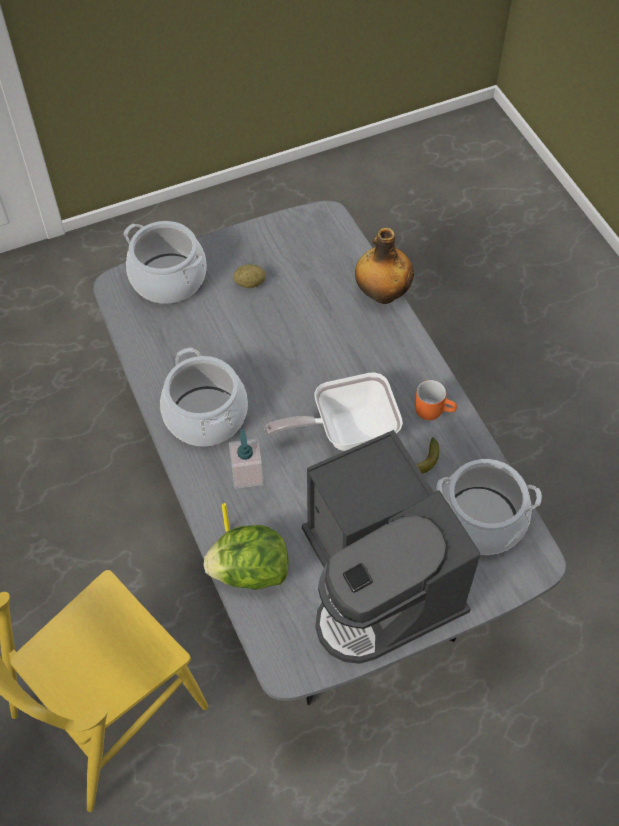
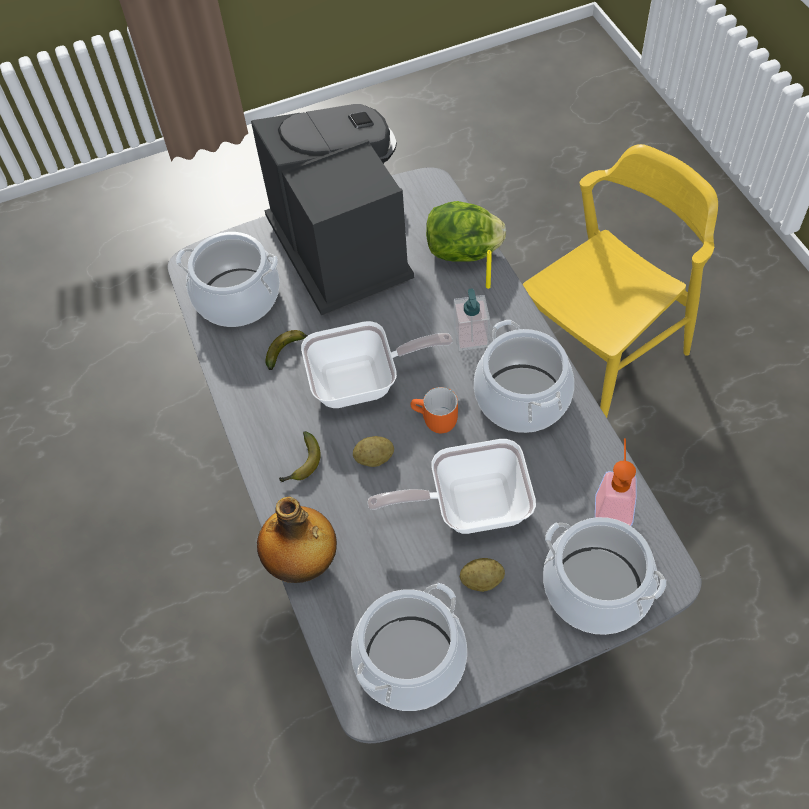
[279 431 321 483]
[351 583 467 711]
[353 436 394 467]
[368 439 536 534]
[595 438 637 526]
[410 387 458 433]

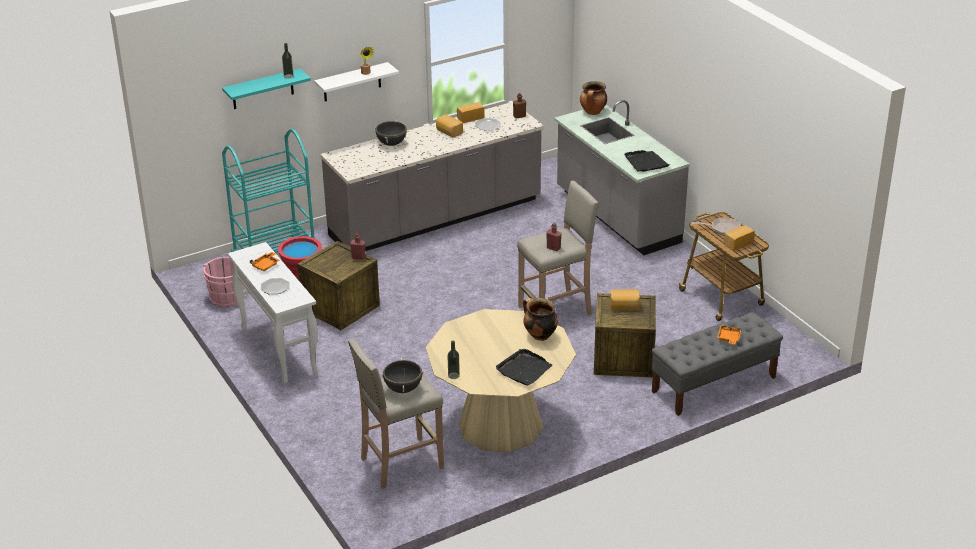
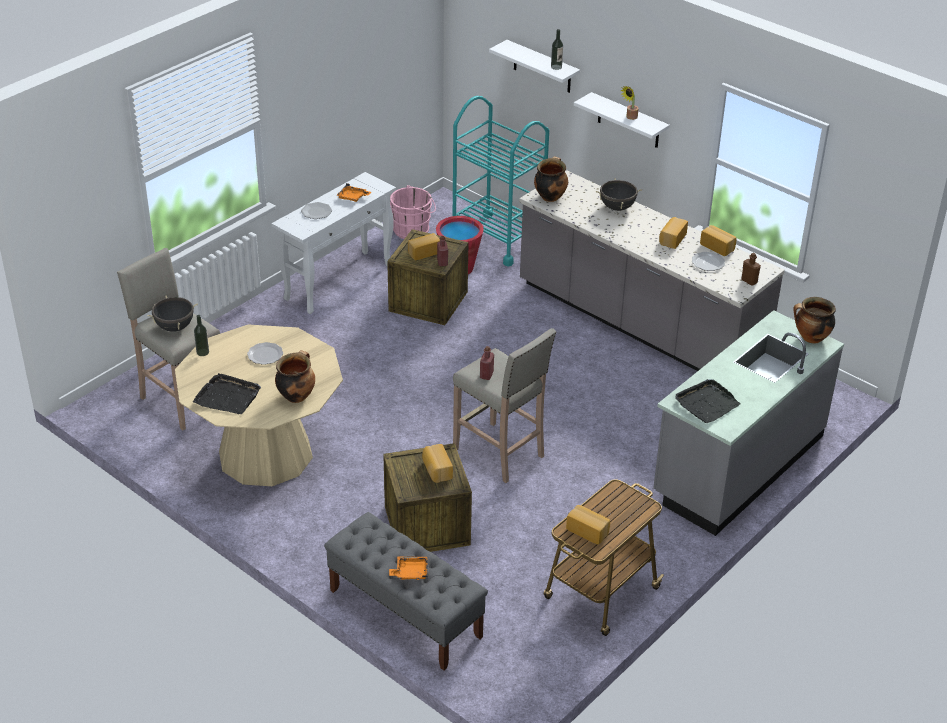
[692 218 741 235] (first image)
[247 342 283 365]
[408 233 440 260]
[534 156 568 202]
[489 40 580 93]

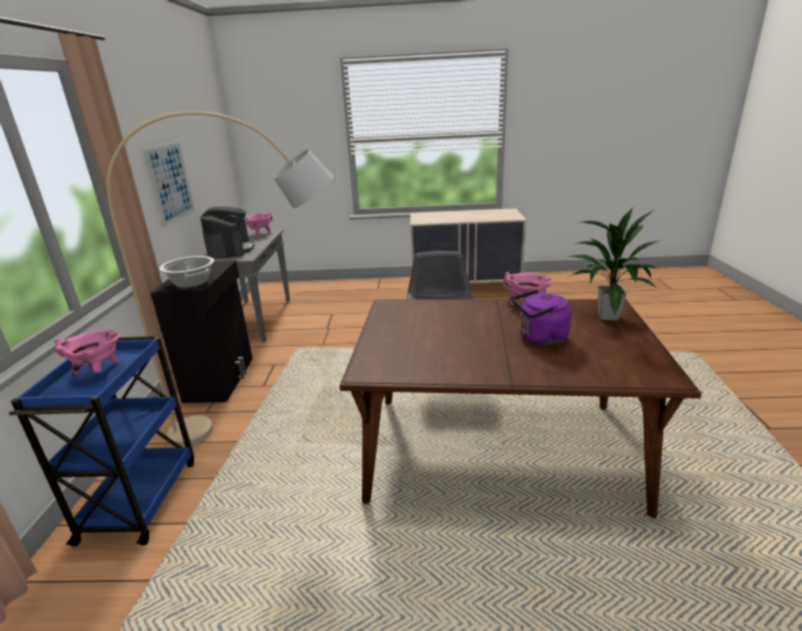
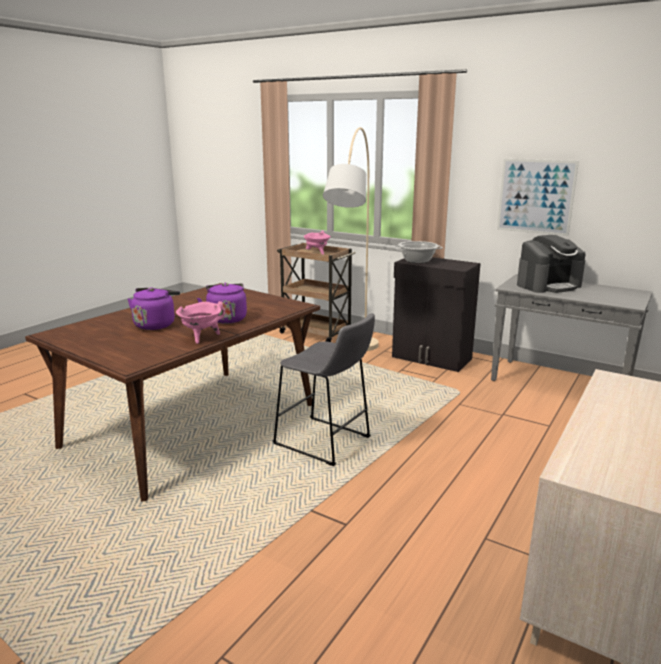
[245 212 273 237] (first image)
[569 207 660 321] (first image)
[197 282 247 324]
[277 243 355 342]
[517 235 586 293]

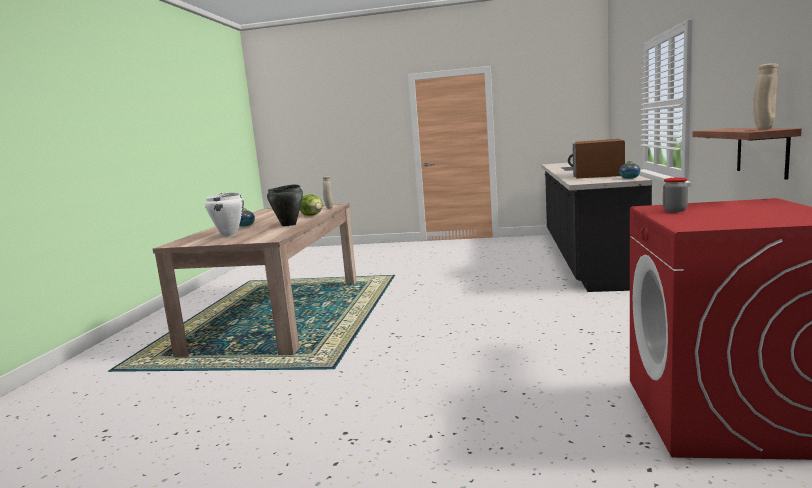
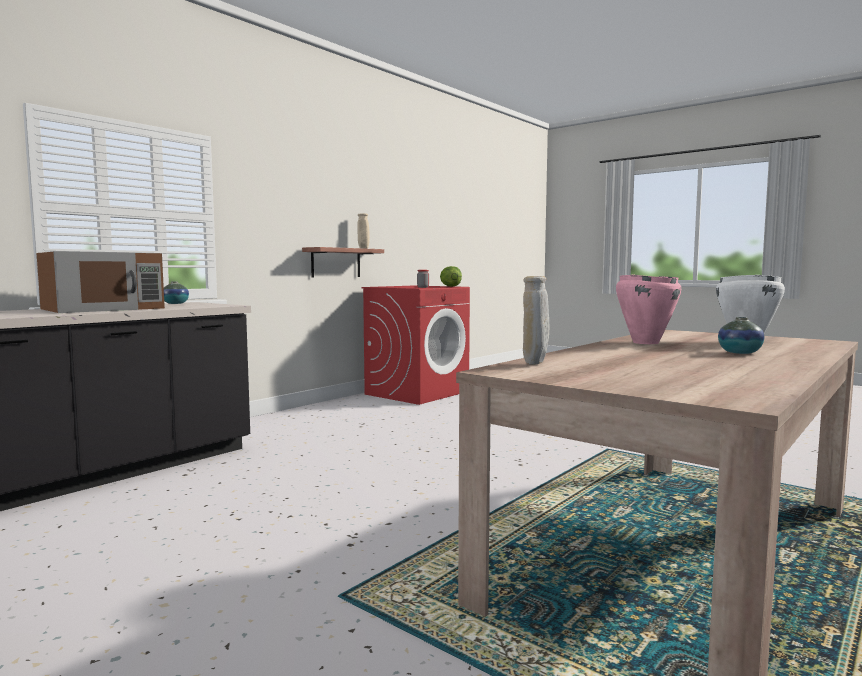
[440 266 462 287]
[616 275 681 344]

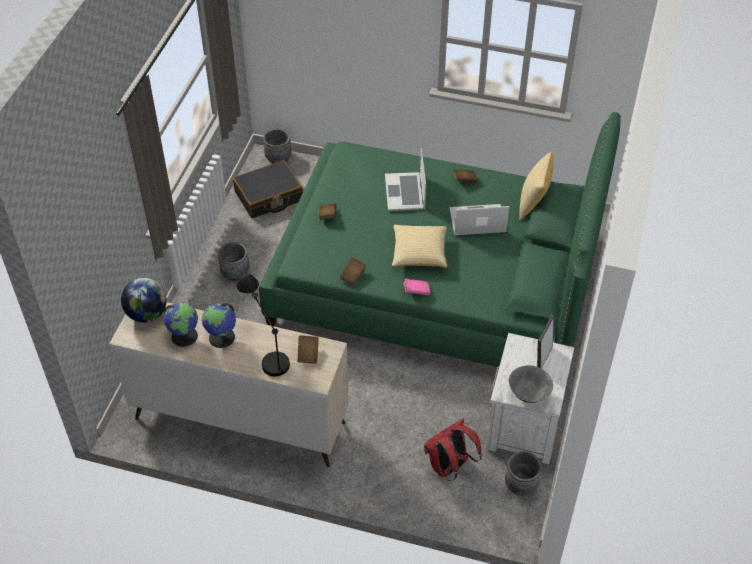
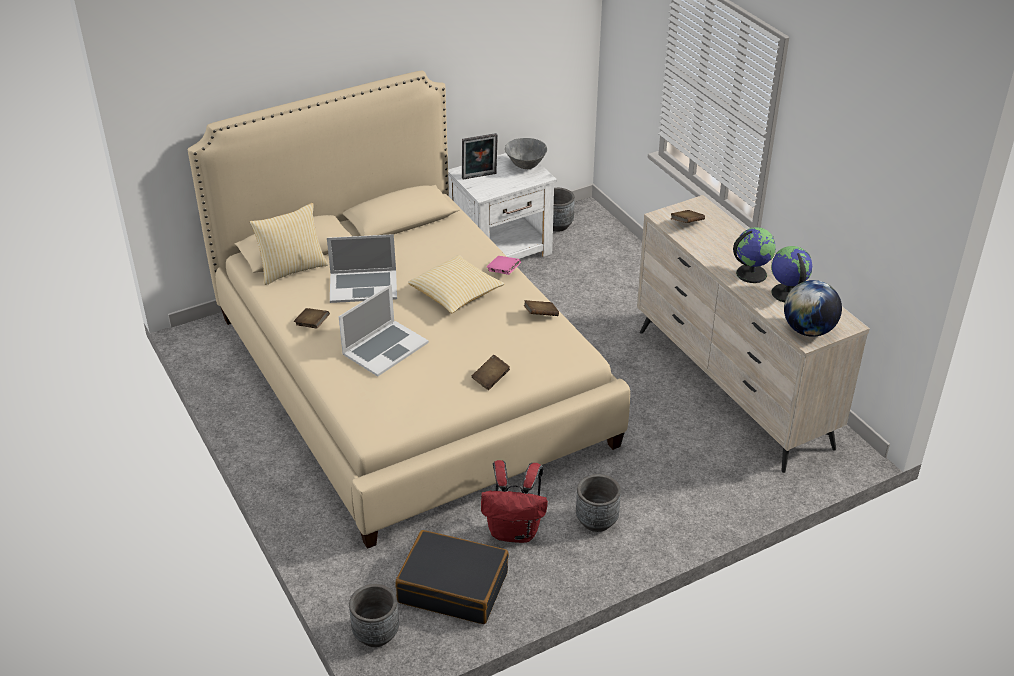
[236 274 290 377] (first image)
[481 460 548 543]
[188 71 630 549]
[327 234 397 303]

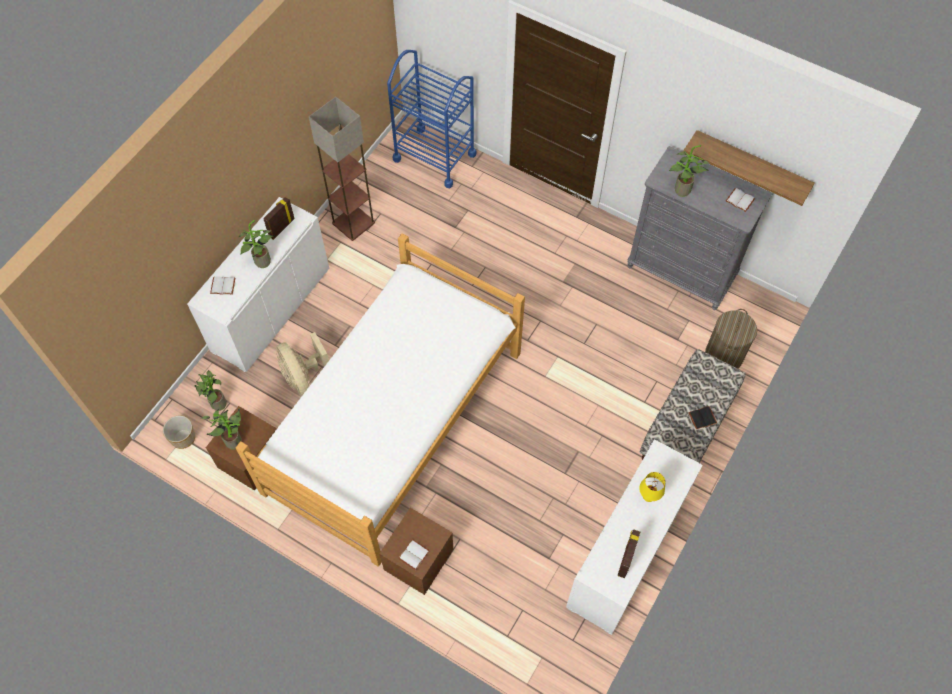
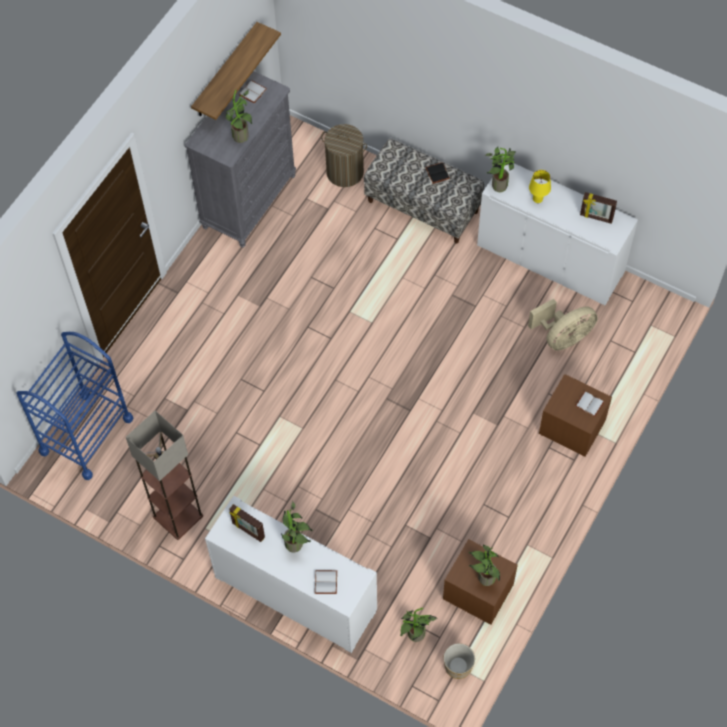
[236 234 525 567] (first image)
[485 146 516 192]
[528 299 598 350]

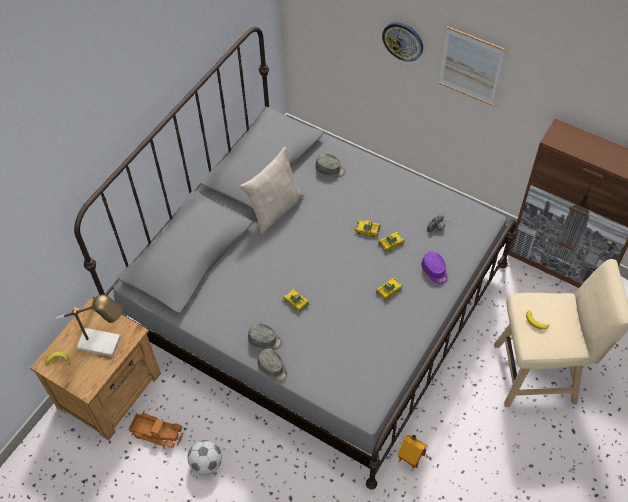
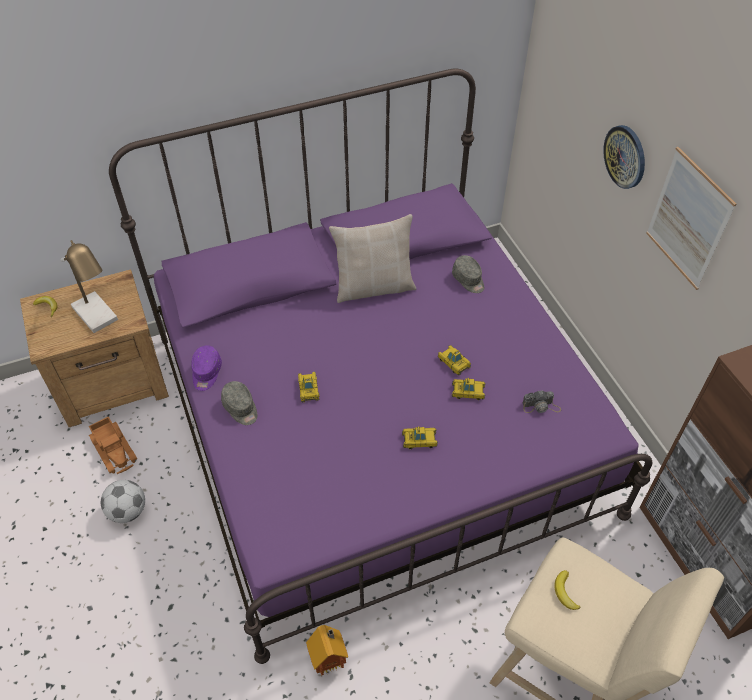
[258 348 287 382] (first image)
[191 345 222 391]
[109 69 653 664]

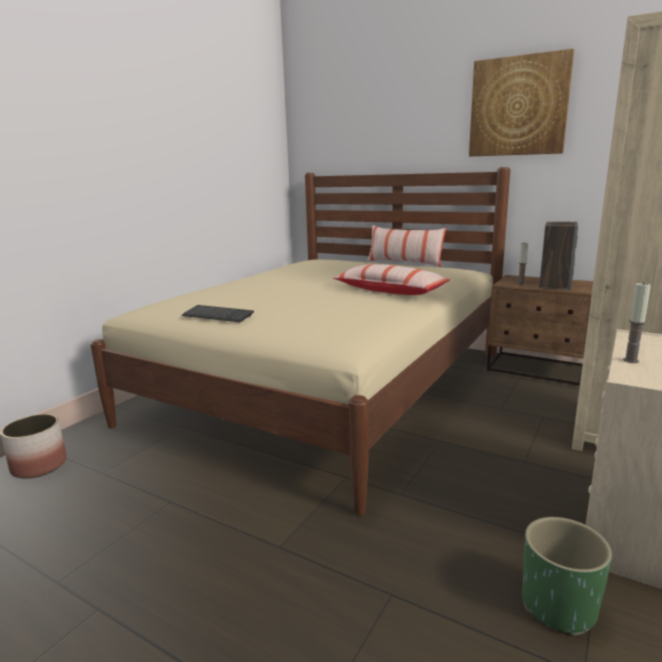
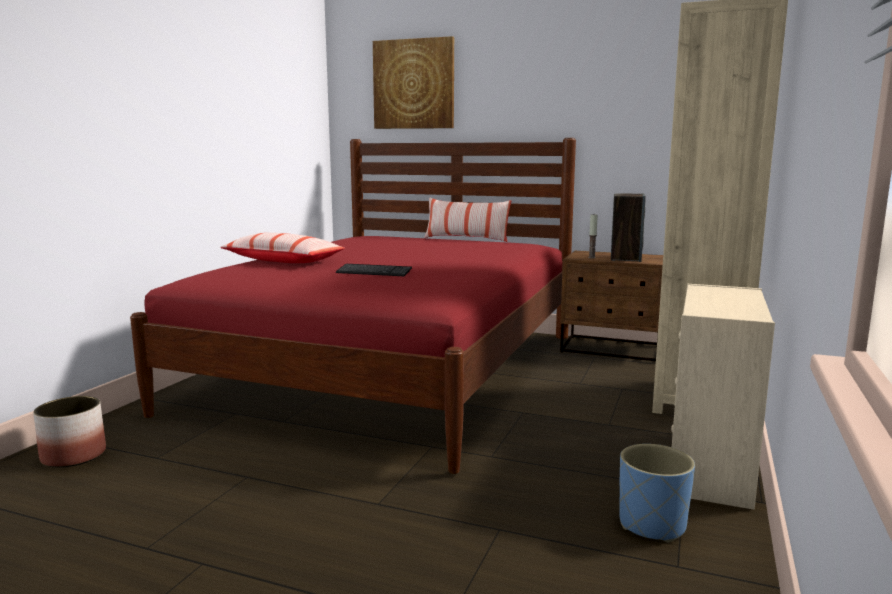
[623 282 651 363] (first image)
[336 264 412 276]
[220 233 345 263]
[373 36 454 129]
[130 138 576 474]
[619 444 695 543]

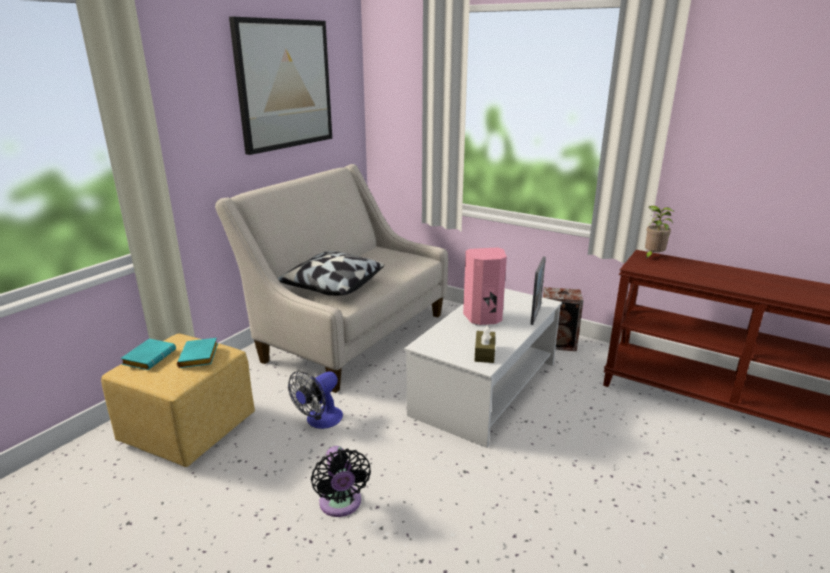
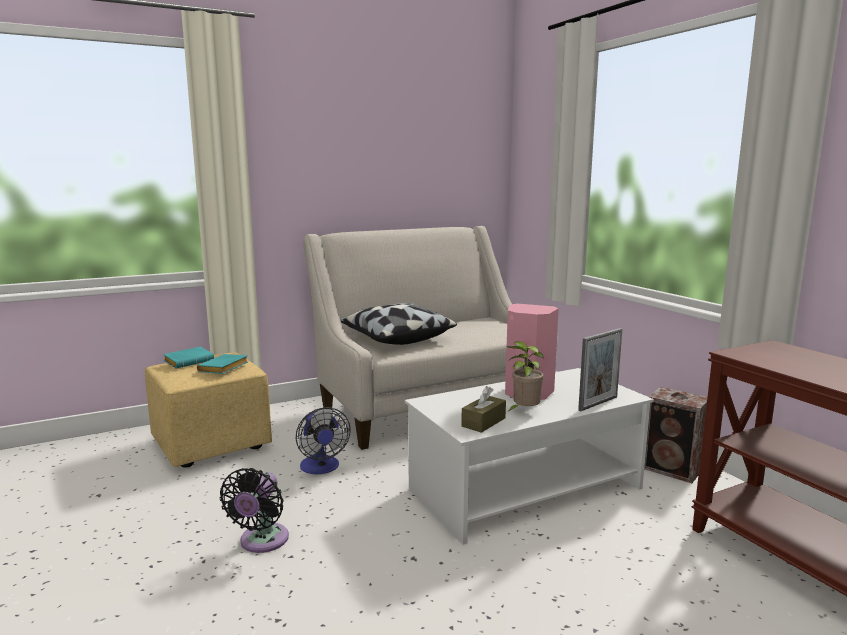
[229 17 332 155] (first image)
[506 341 544 413]
[296 407 351 475]

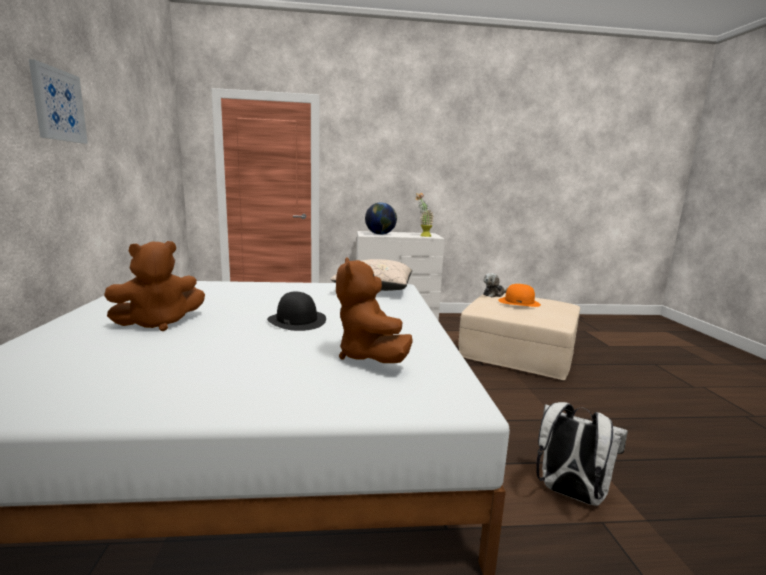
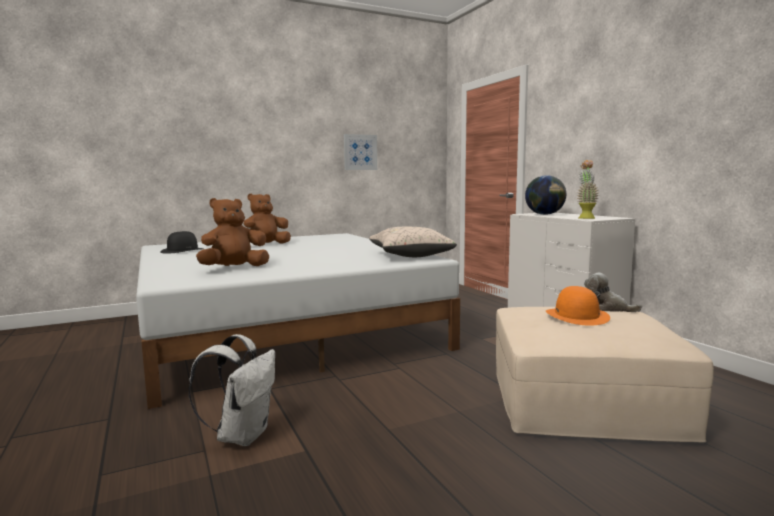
[344 134 377 170]
[160 231 204 254]
[244 194 291 244]

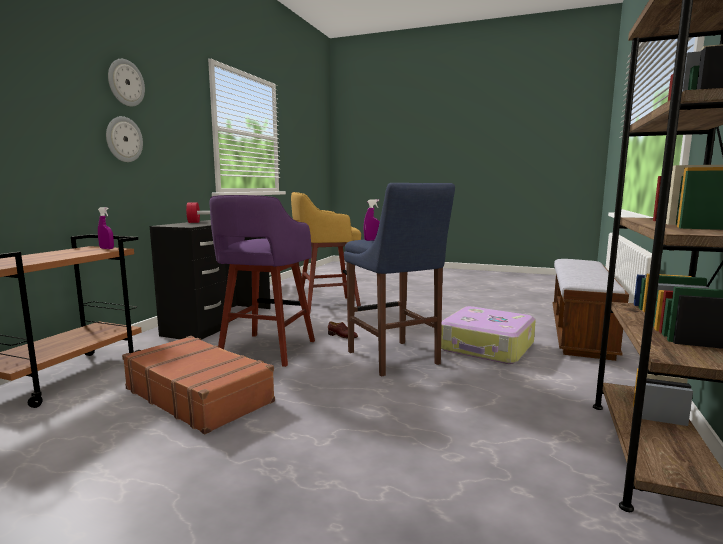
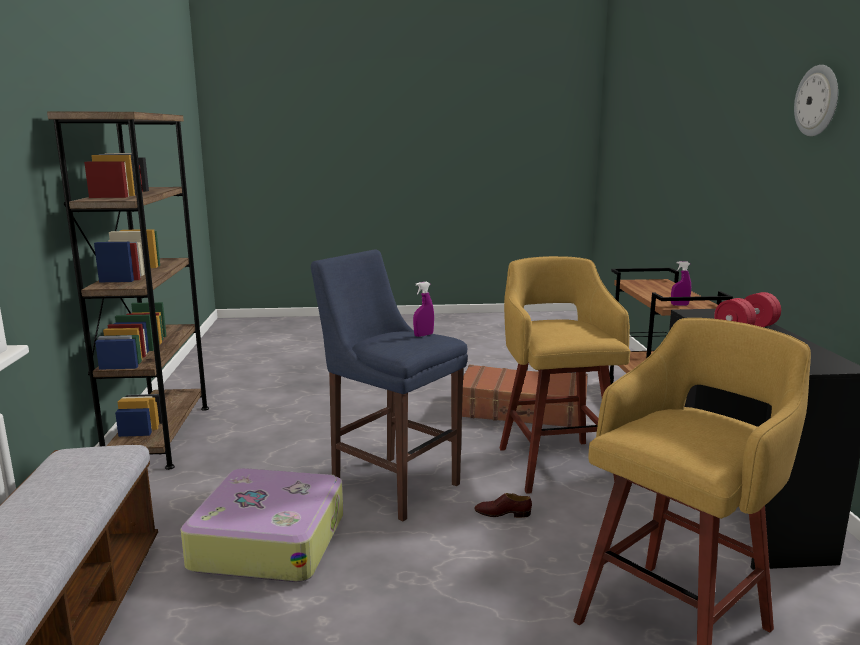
[106 116 143 162] (first image)
[499 256 630 494]

